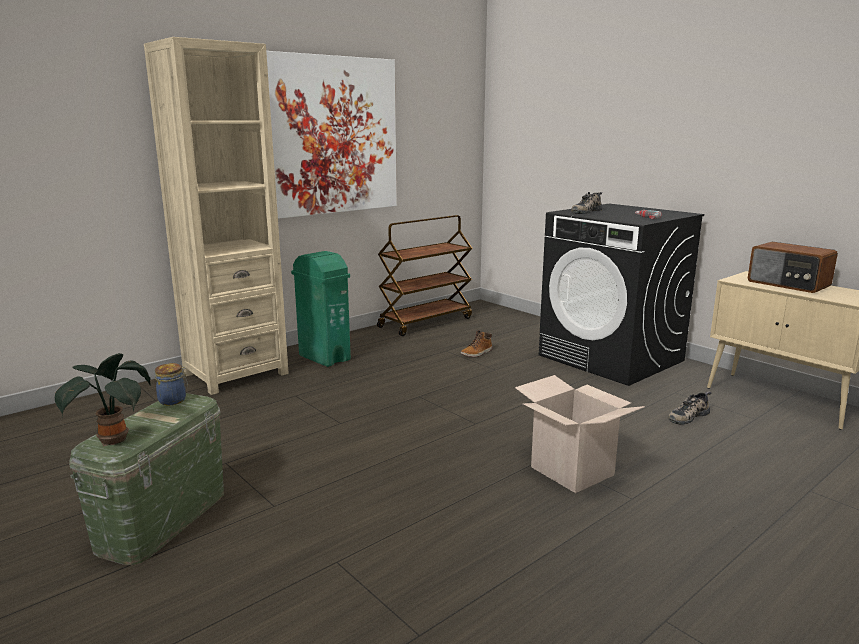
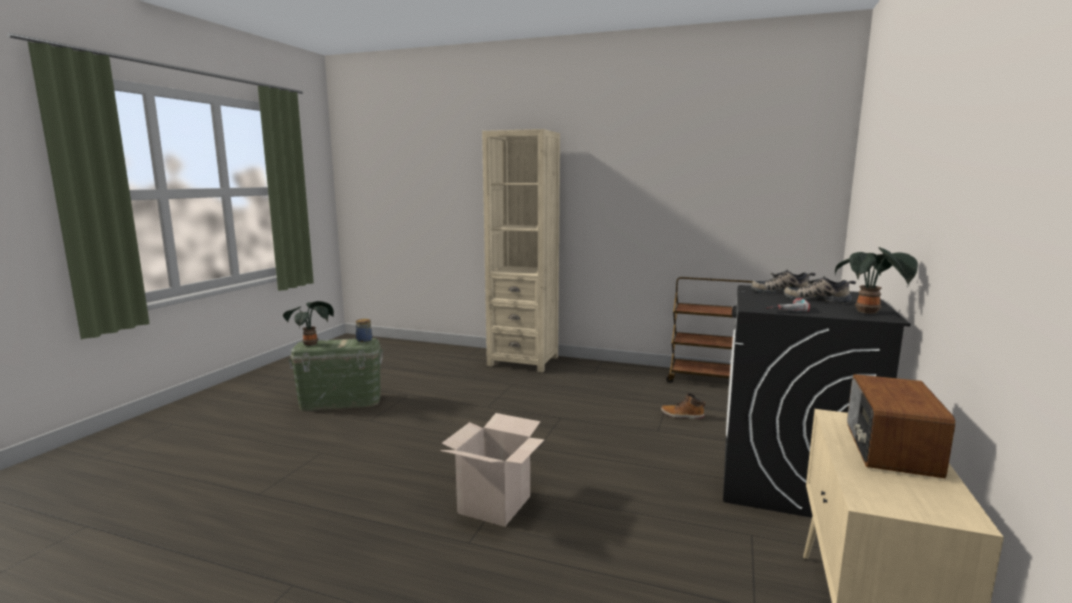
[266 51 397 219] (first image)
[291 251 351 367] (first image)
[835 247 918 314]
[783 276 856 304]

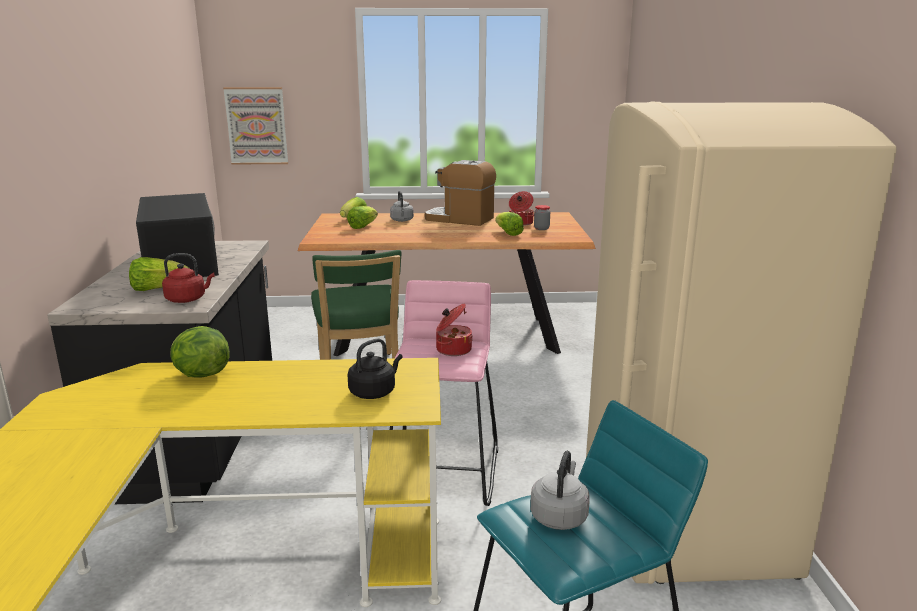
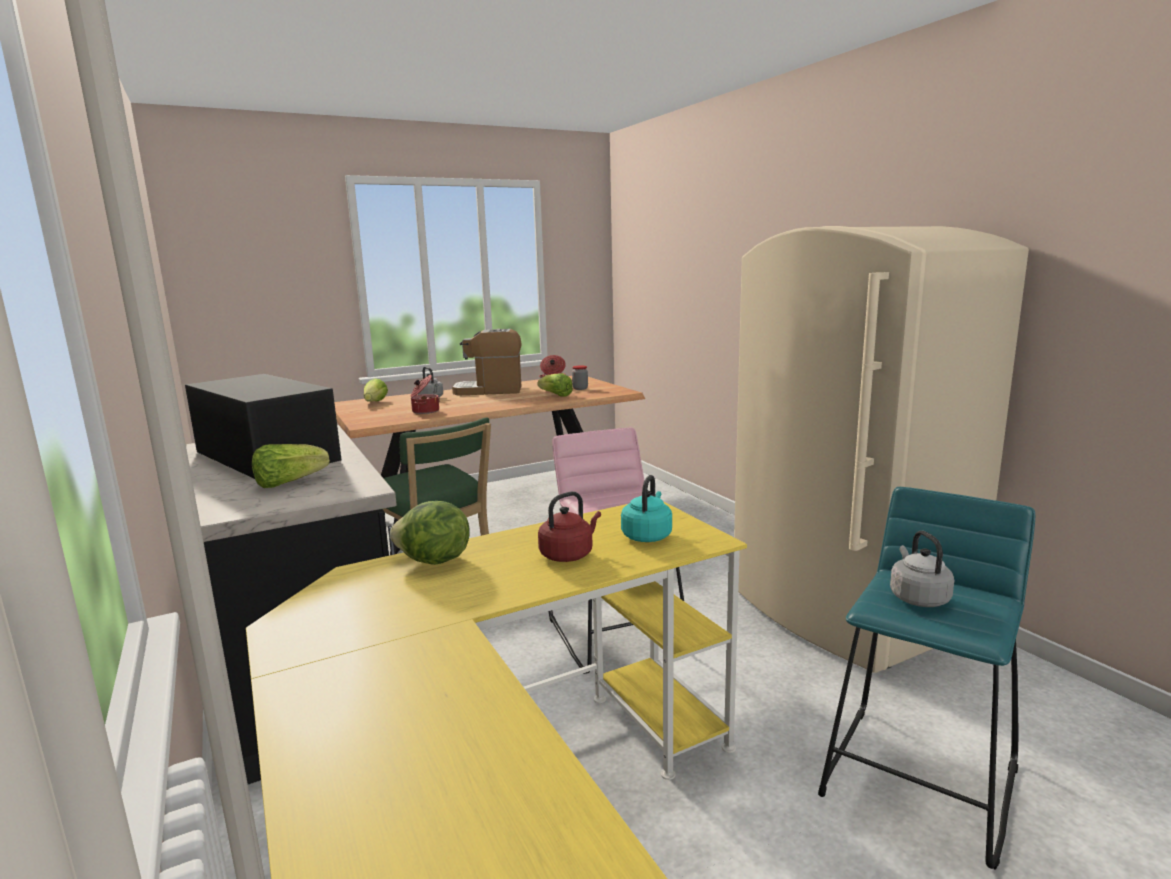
[223 87 288 165] (first image)
[347 206 378 229] (first image)
[538 491 601 562]
[411 375 440 414]
[621 475 672 542]

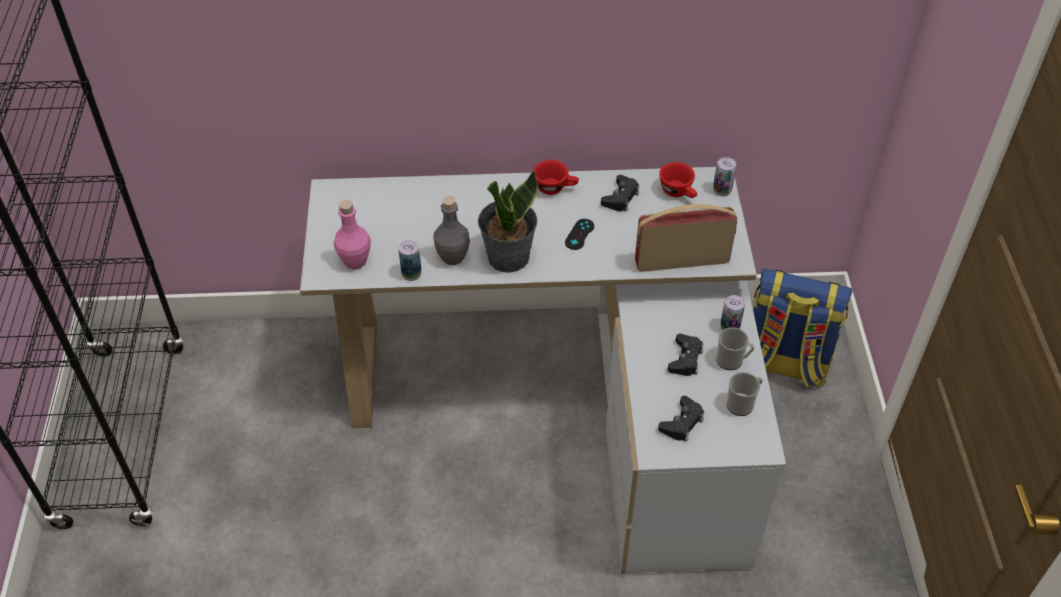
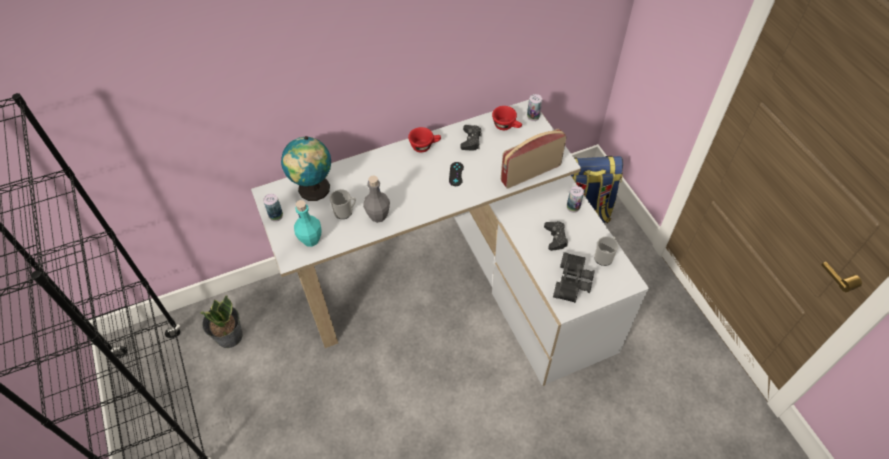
[281 136 331 201]
[263 194 283 222]
[200 295 243 348]
[330 189 356 219]
[553 252 595 303]
[294 200 321 247]

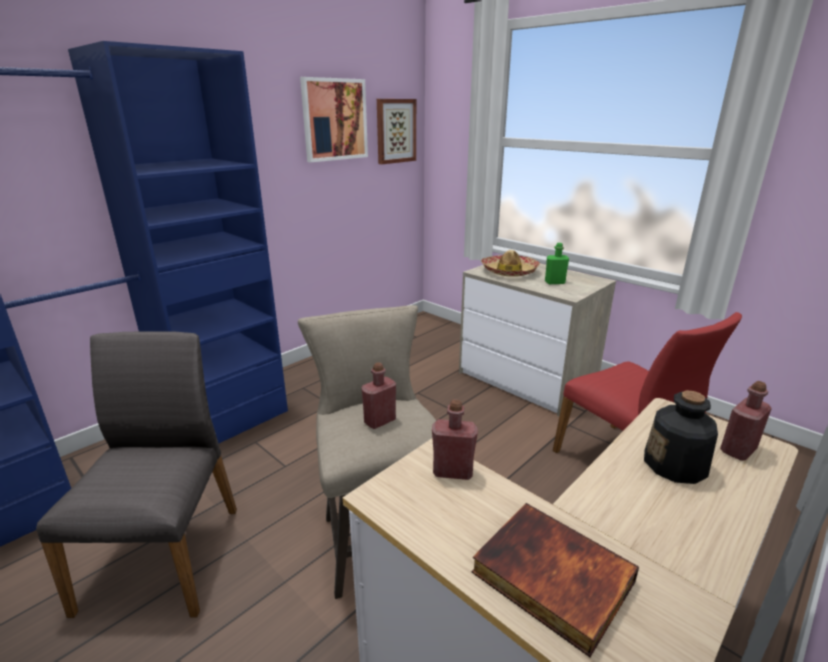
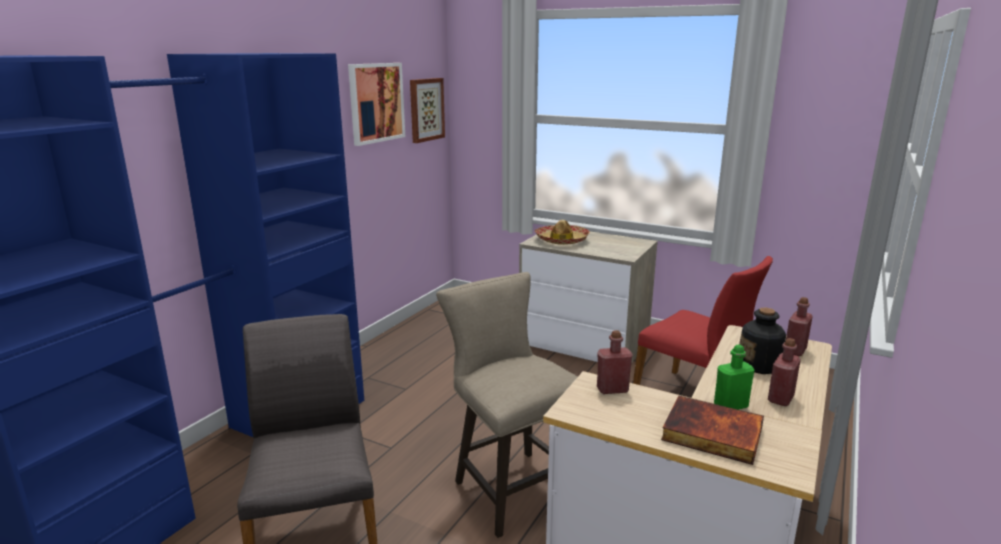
[768 338 801 406]
[714 345 755 410]

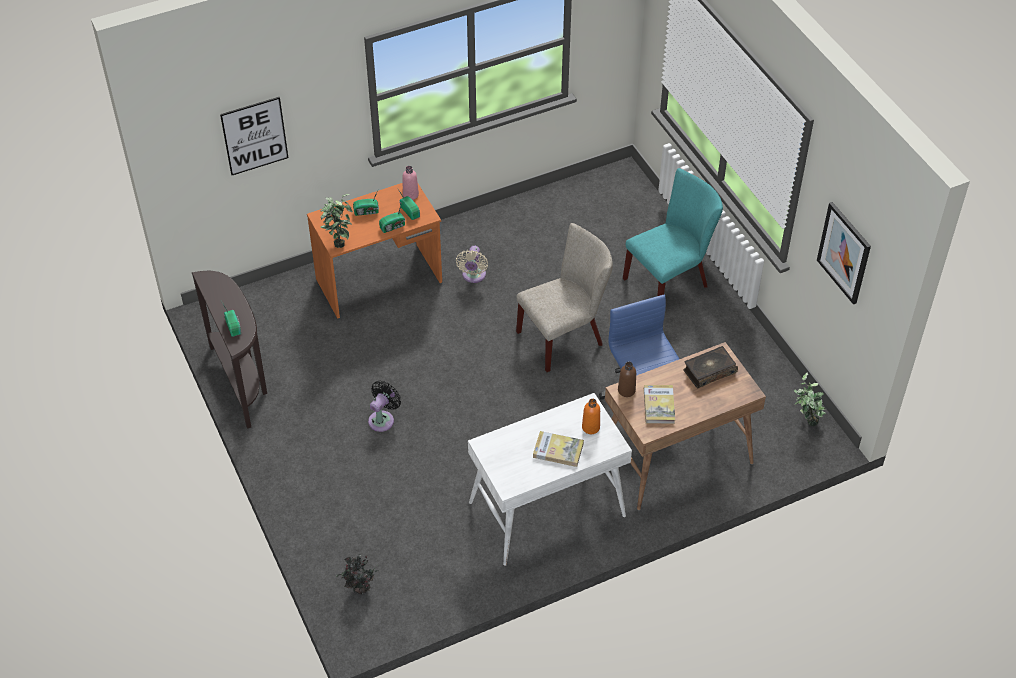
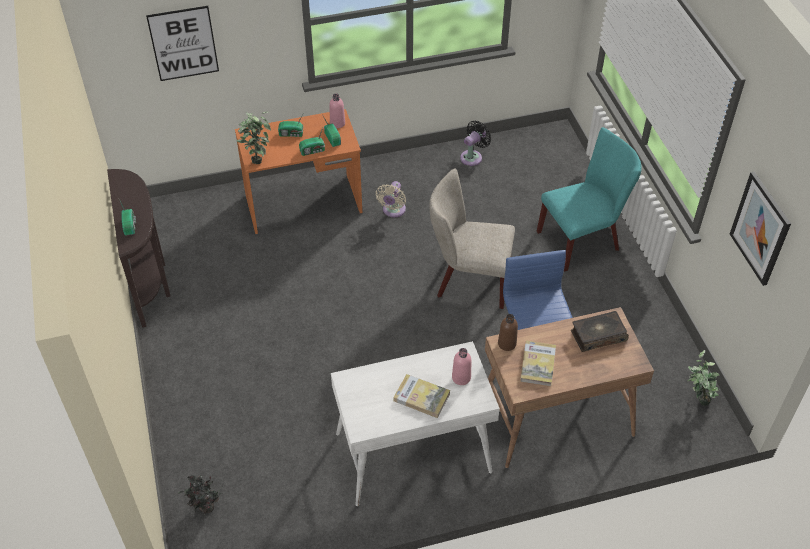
[460 121 491 166]
[452 348 471 385]
[429 168 515 309]

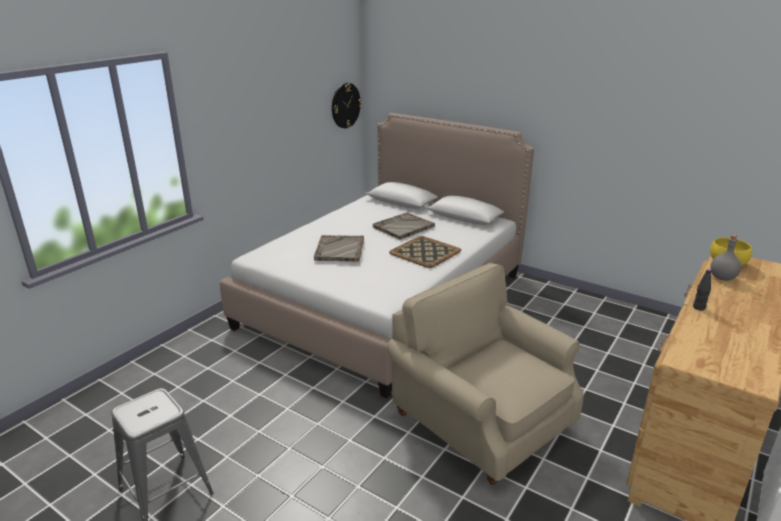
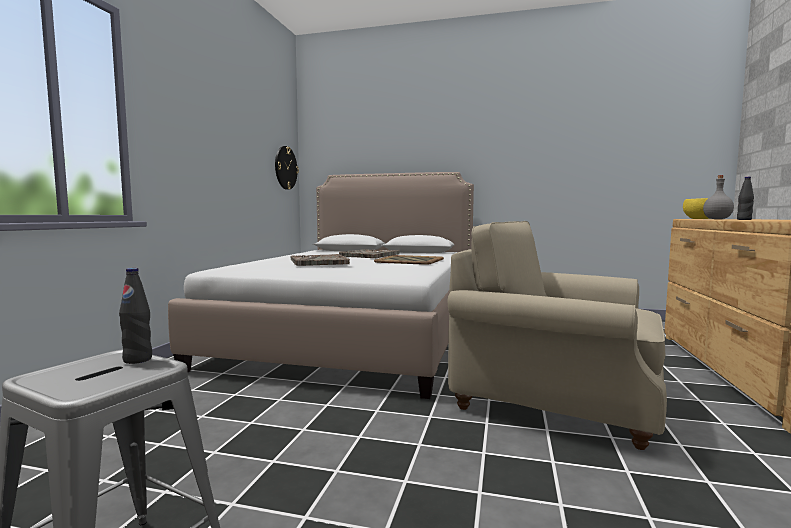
[119 268 152 364]

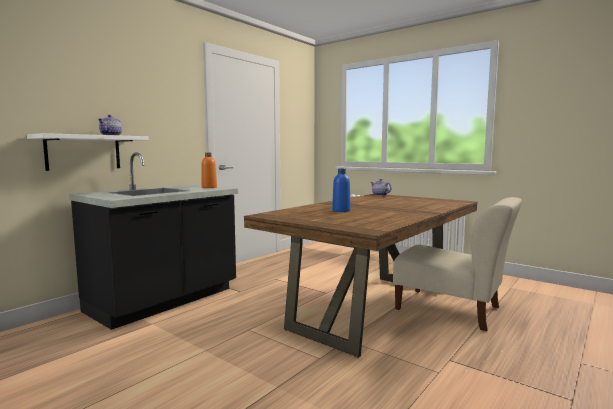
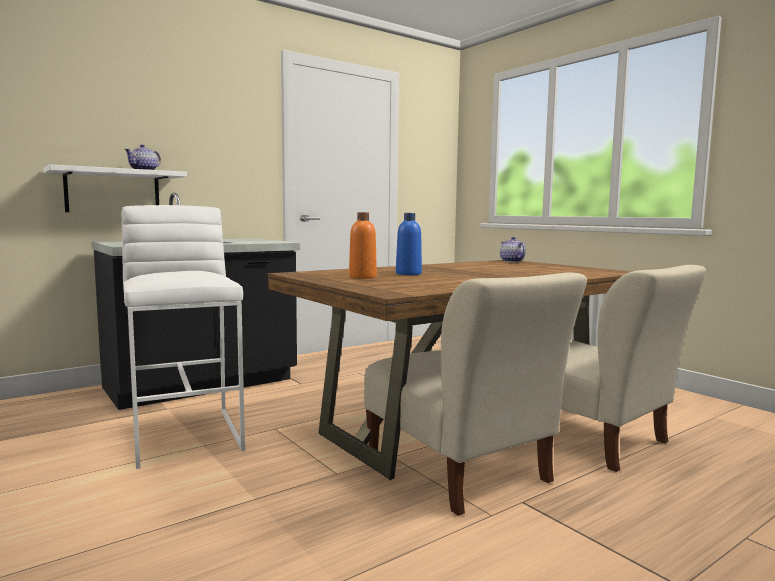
[122 205 245 469]
[364 272 587 516]
[349 212 377 279]

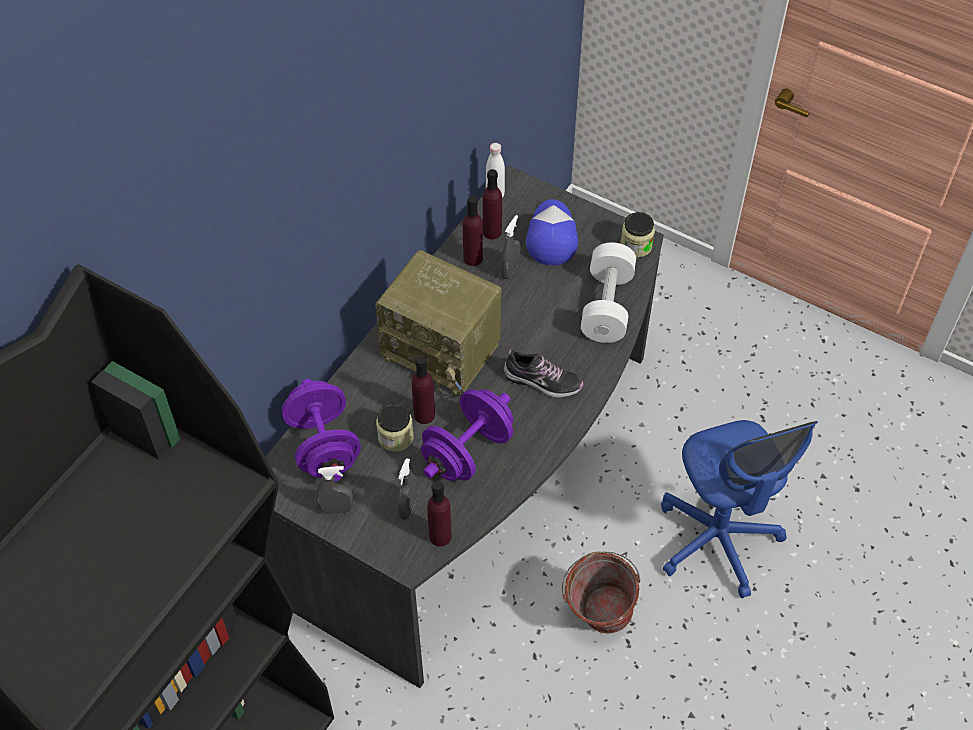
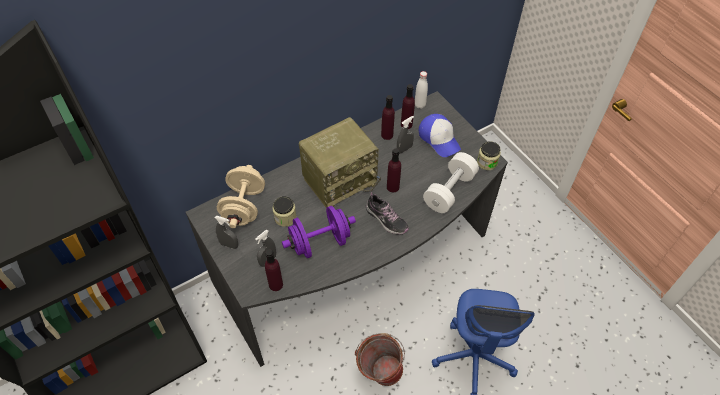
[387 148 401 192]
[217 165 265 228]
[299 117 381 208]
[419 114 461 157]

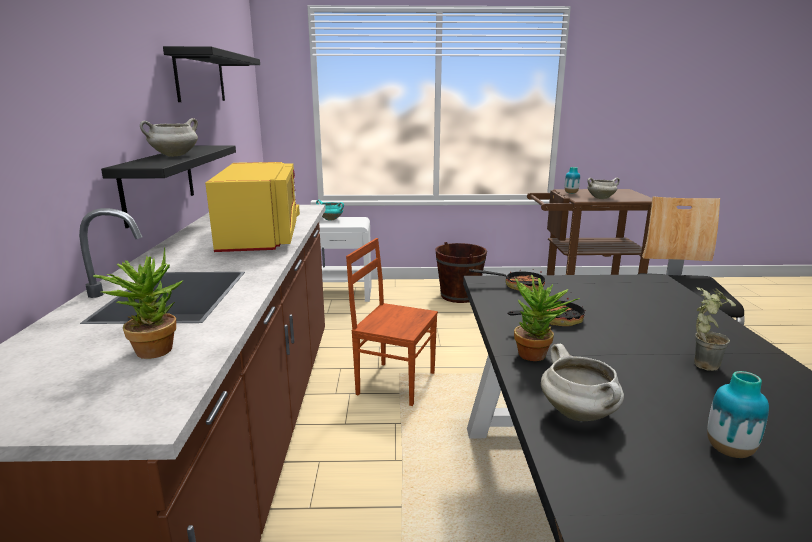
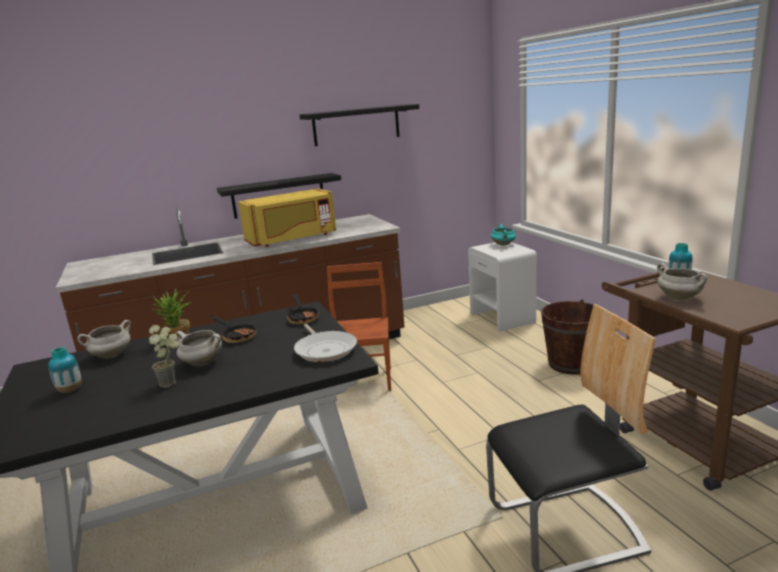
[93 248 183 359] (first image)
[294 324 357 362]
[175 330 222 366]

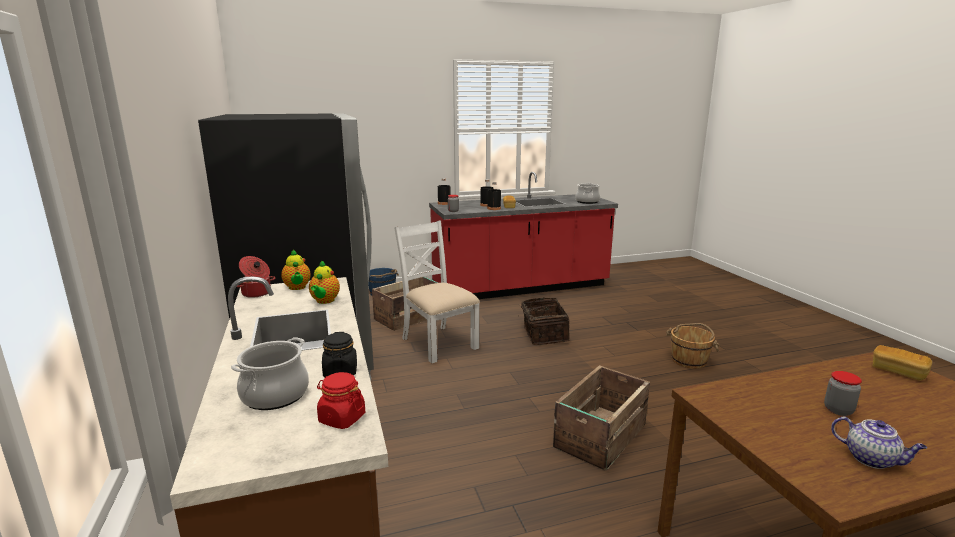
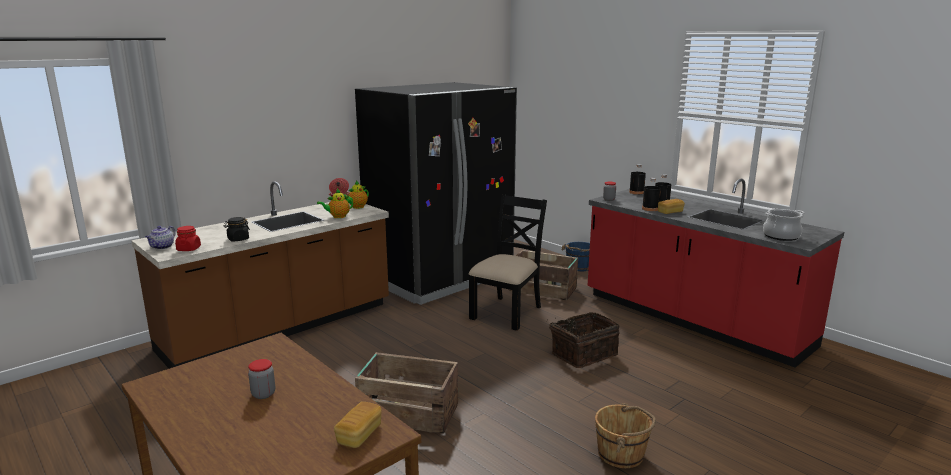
[231 338 309 410] (first image)
[145 226 176 249]
[469 194 547 331]

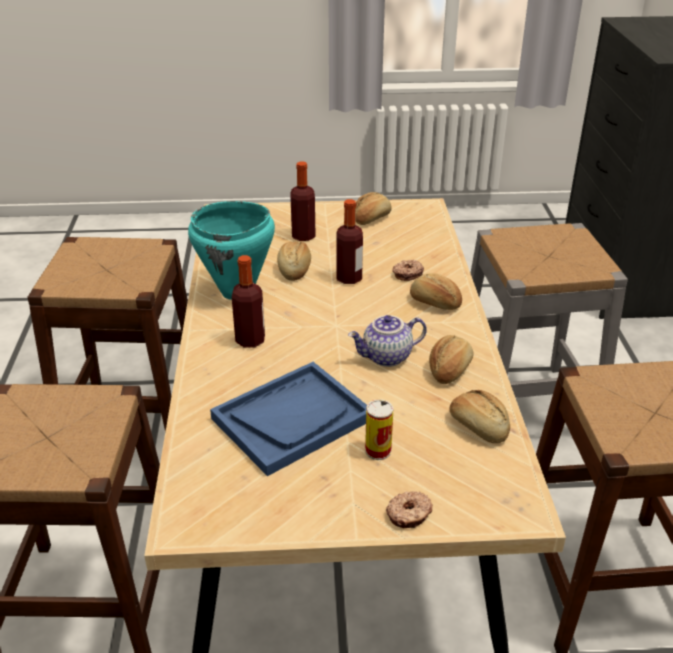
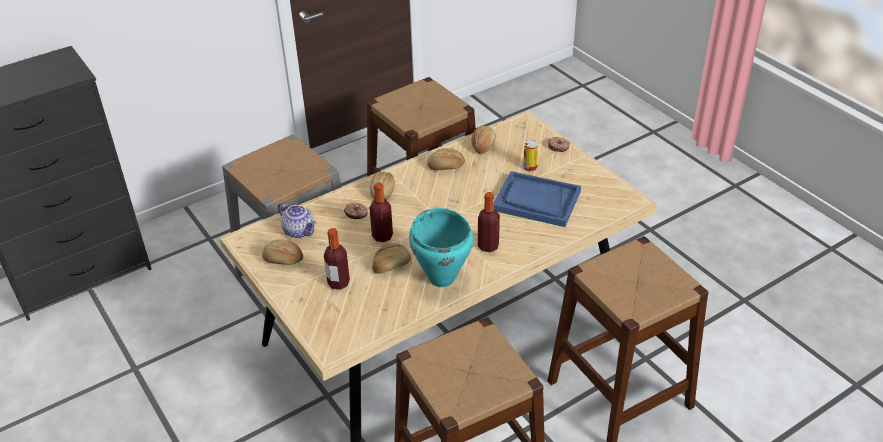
[278 203 316 238]

